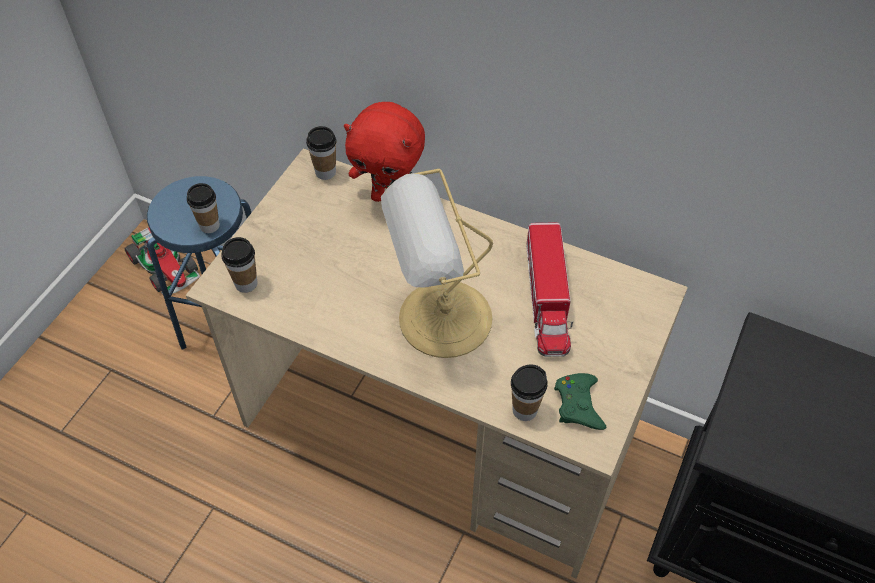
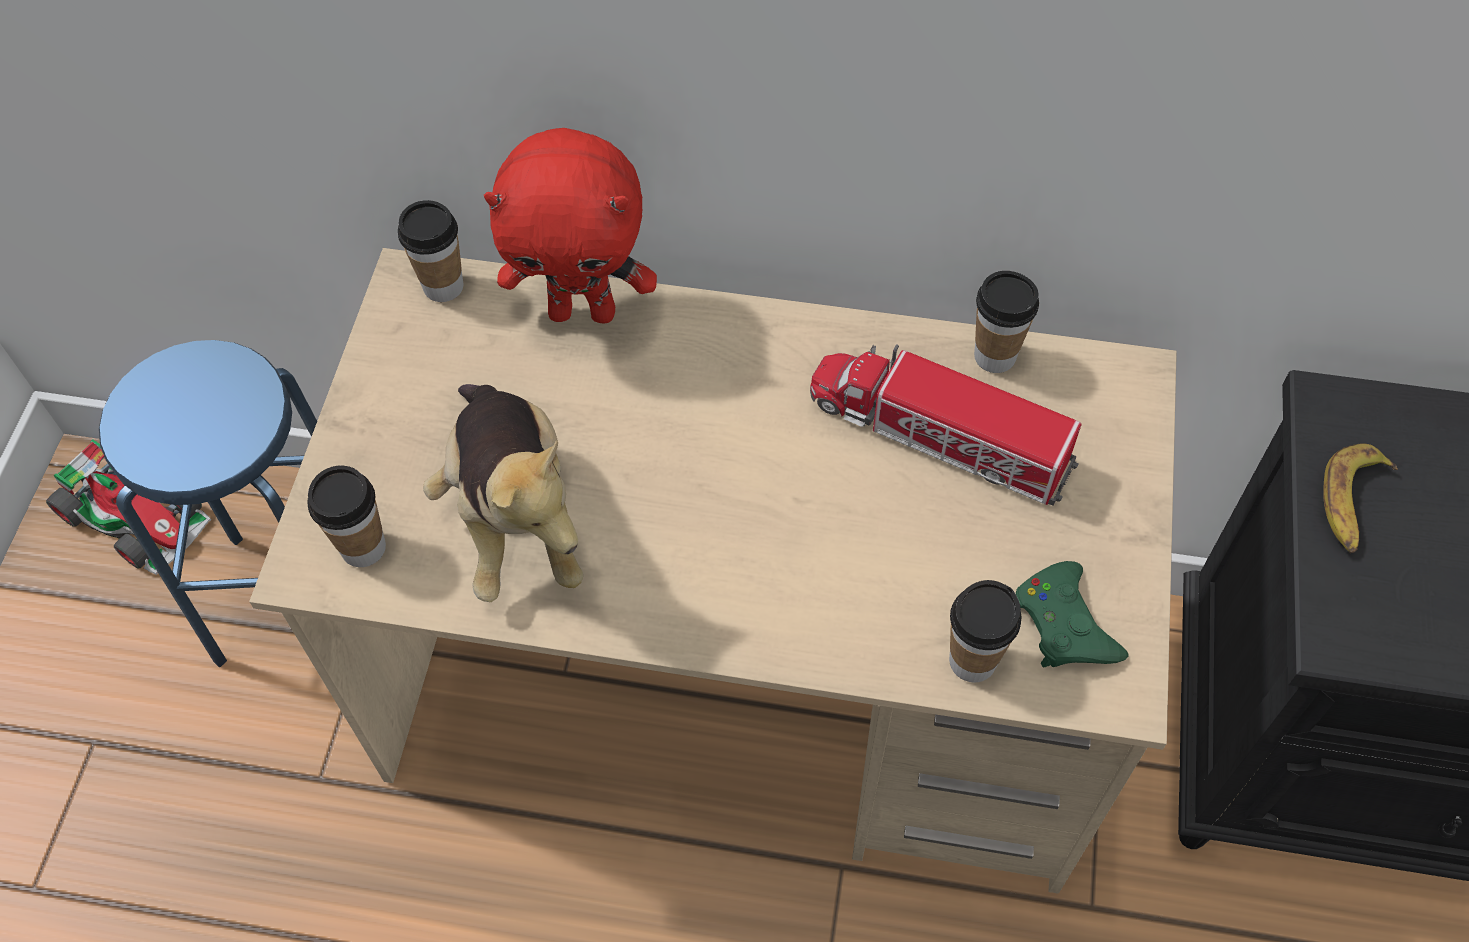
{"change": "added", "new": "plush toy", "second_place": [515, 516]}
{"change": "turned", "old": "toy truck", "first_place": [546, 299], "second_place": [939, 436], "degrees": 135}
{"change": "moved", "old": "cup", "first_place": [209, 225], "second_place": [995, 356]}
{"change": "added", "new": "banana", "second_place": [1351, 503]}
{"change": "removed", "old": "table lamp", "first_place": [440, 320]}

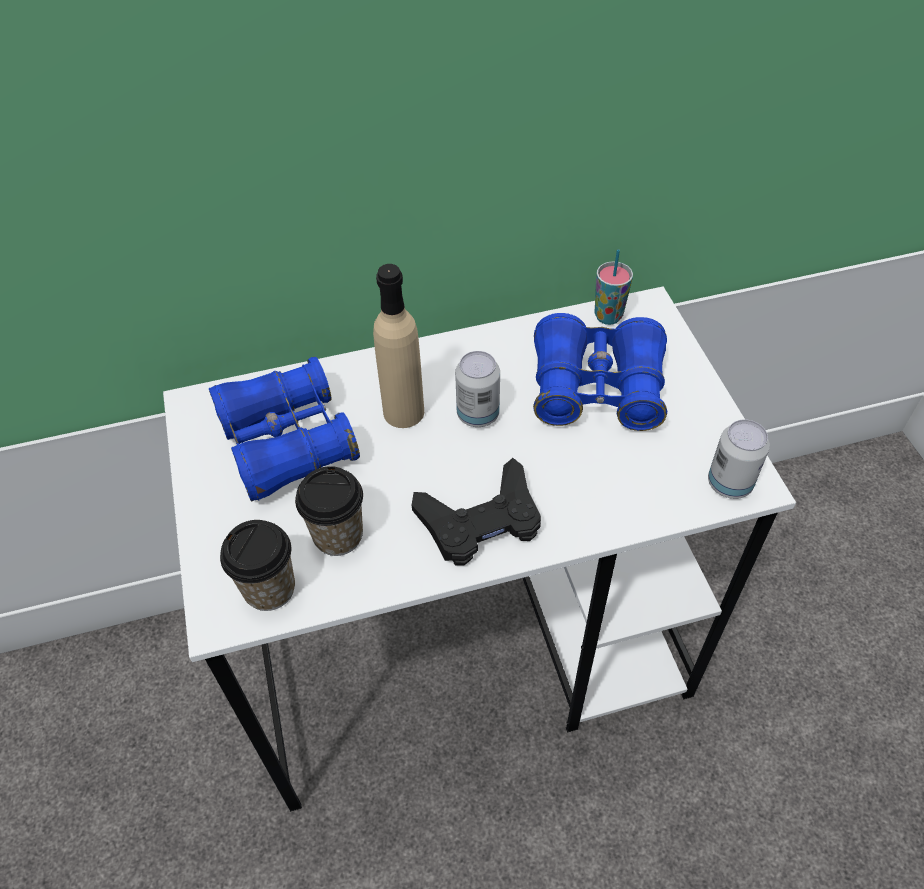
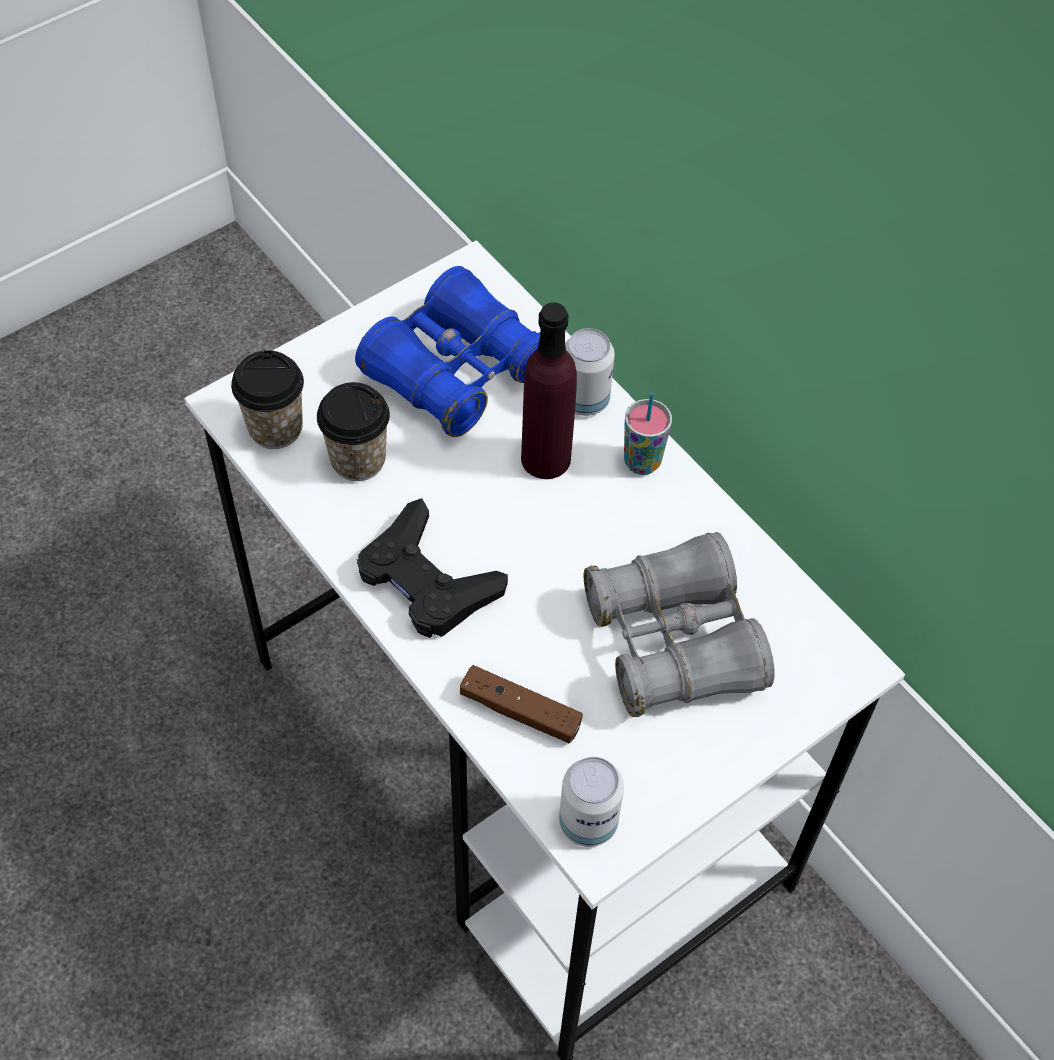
{"change": "added", "new": "game controller (brown)", "second_place": [520, 711]}
{"change": "recoloured", "old": "bottle (beige)", "new": "bottle (purple)", "first_place": [403, 412], "second_place": [546, 458]}
{"change": "moved", "old": "can", "first_place": [478, 414], "second_place": [584, 400]}
{"change": "recoloured", "old": "binoculars (blue)", "new": "binoculars (grey)", "first_place": [597, 389], "second_place": [674, 641]}
{"change": "moved", "old": "cup", "first_place": [608, 316], "second_place": [642, 462]}

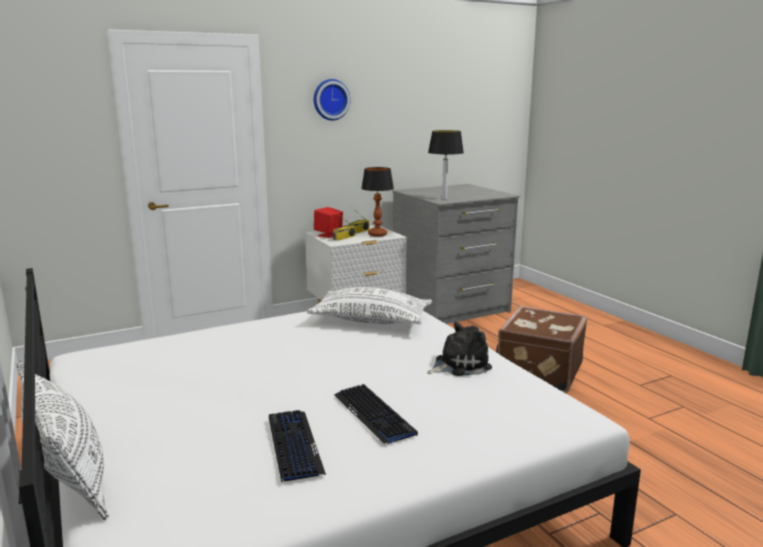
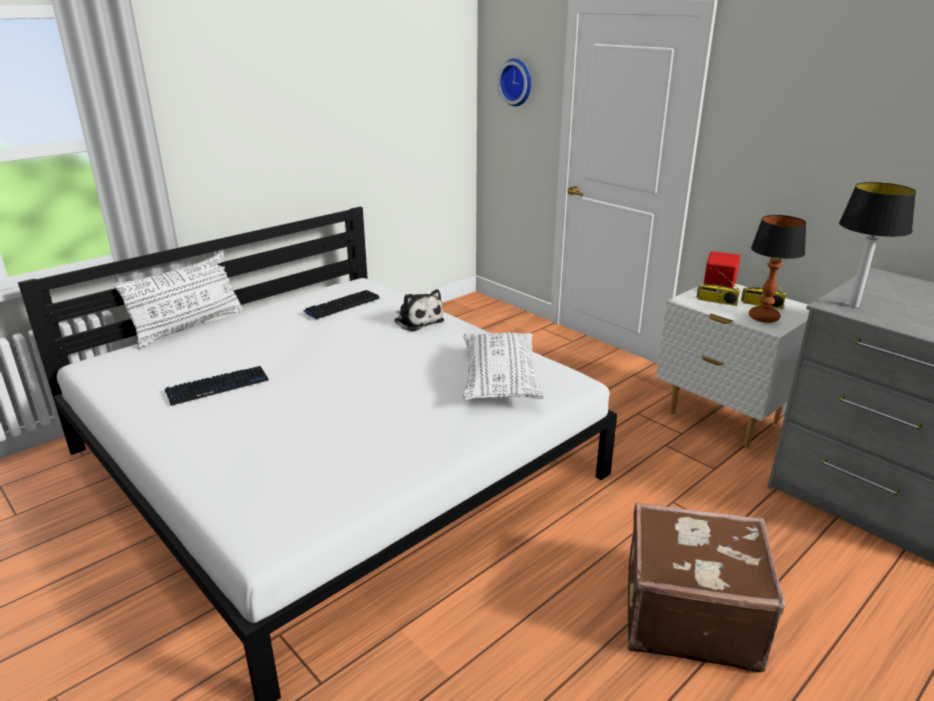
{"change": "moved", "old": "keyboard", "first_place": [374, 414], "second_place": [341, 305]}
{"change": "moved", "old": "plush toy", "first_place": [459, 365], "second_place": [417, 321]}
{"change": "moved", "old": "wall clock", "first_place": [330, 99], "second_place": [517, 82]}

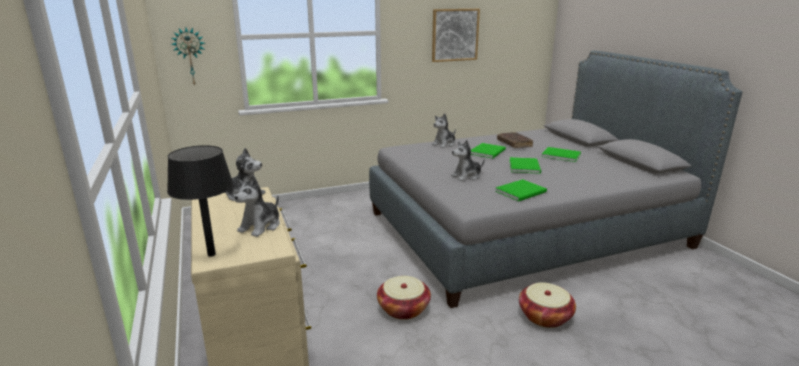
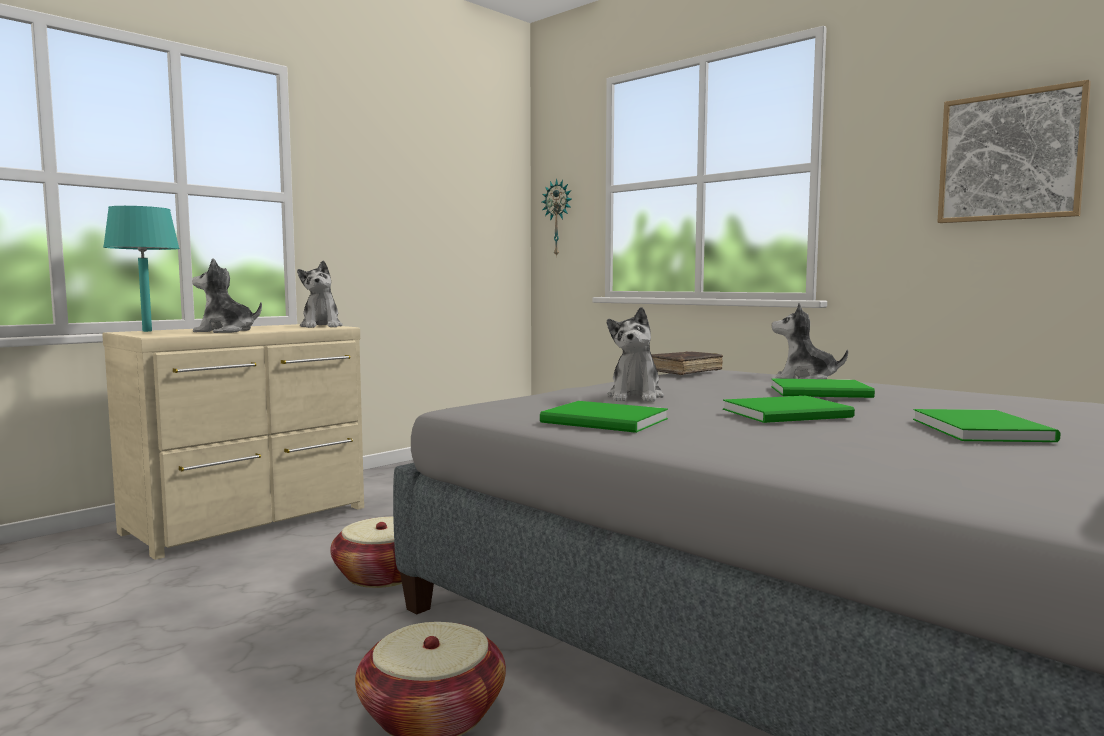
{"change": "recoloured", "old": "table lamp (black)", "new": "table lamp (turquoise)", "first_place": [211, 254], "second_place": [147, 331]}
{"change": "turned", "old": "plush toy", "first_place": [467, 176], "second_place": [636, 397], "degrees": -120}
{"change": "moved", "old": "book (brown)", "first_place": [514, 144], "second_place": [682, 371]}

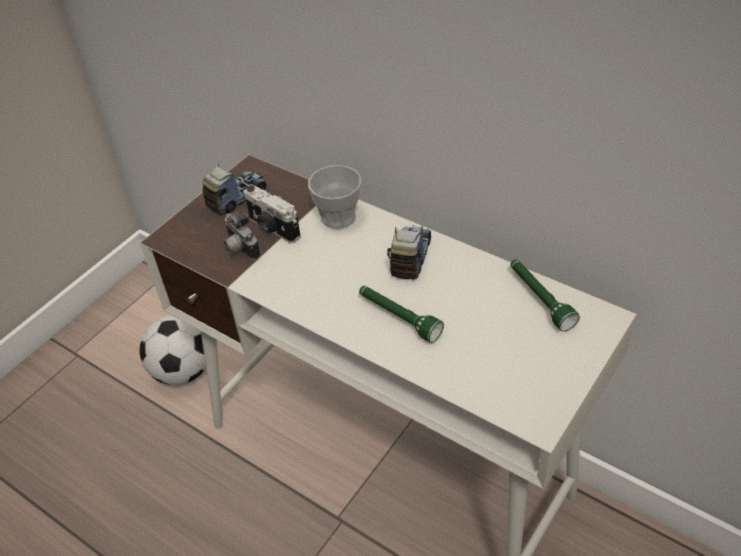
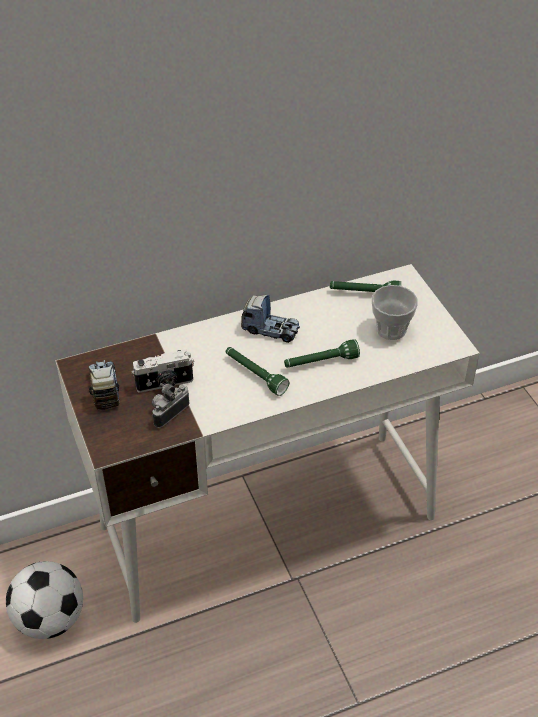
{"change": "turned", "old": "photo camera", "first_place": [240, 249], "second_place": [168, 412], "degrees": 135}
{"change": "added", "new": "flashlight (green)", "second_place": [255, 375]}
{"change": "turned", "old": "toy truck", "first_place": [410, 257], "second_place": [270, 329], "degrees": 150}
{"change": "moved", "old": "cup", "first_place": [338, 217], "second_place": [391, 329]}

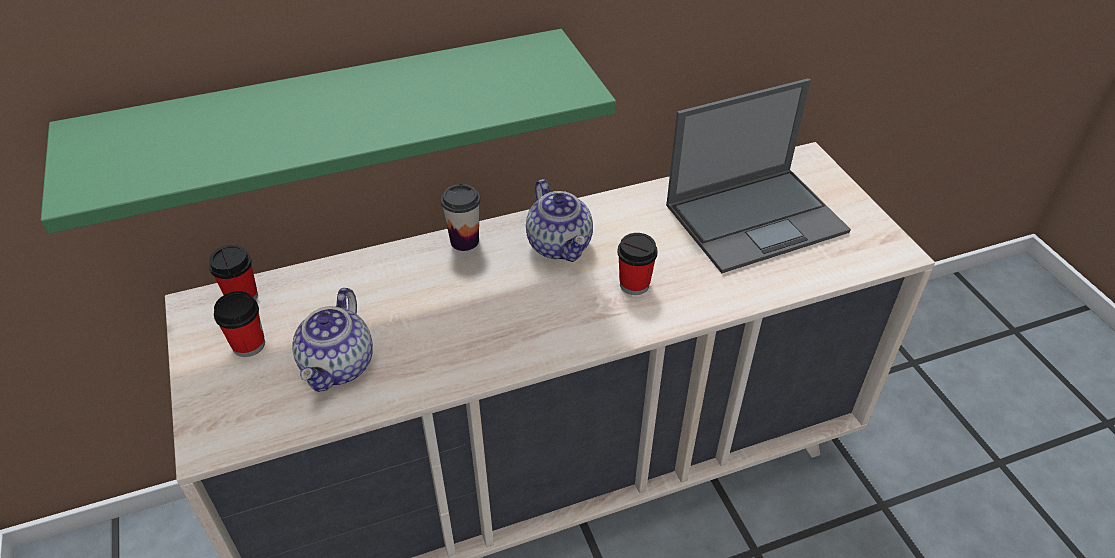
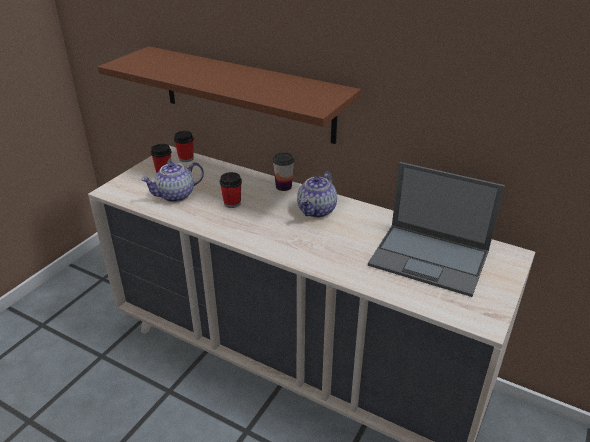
{"change": "recoloured", "old": "shelf (green)", "new": "shelf (brown)", "first_place": [334, 122], "second_place": [246, 94]}
{"change": "moved", "old": "cup", "first_place": [634, 284], "second_place": [232, 203]}

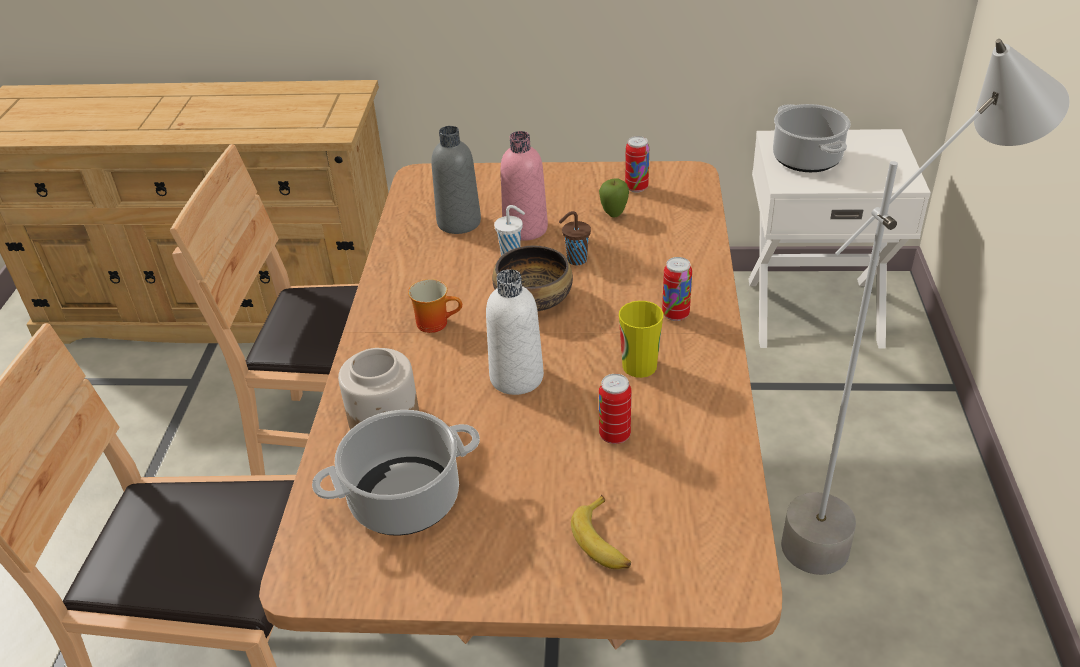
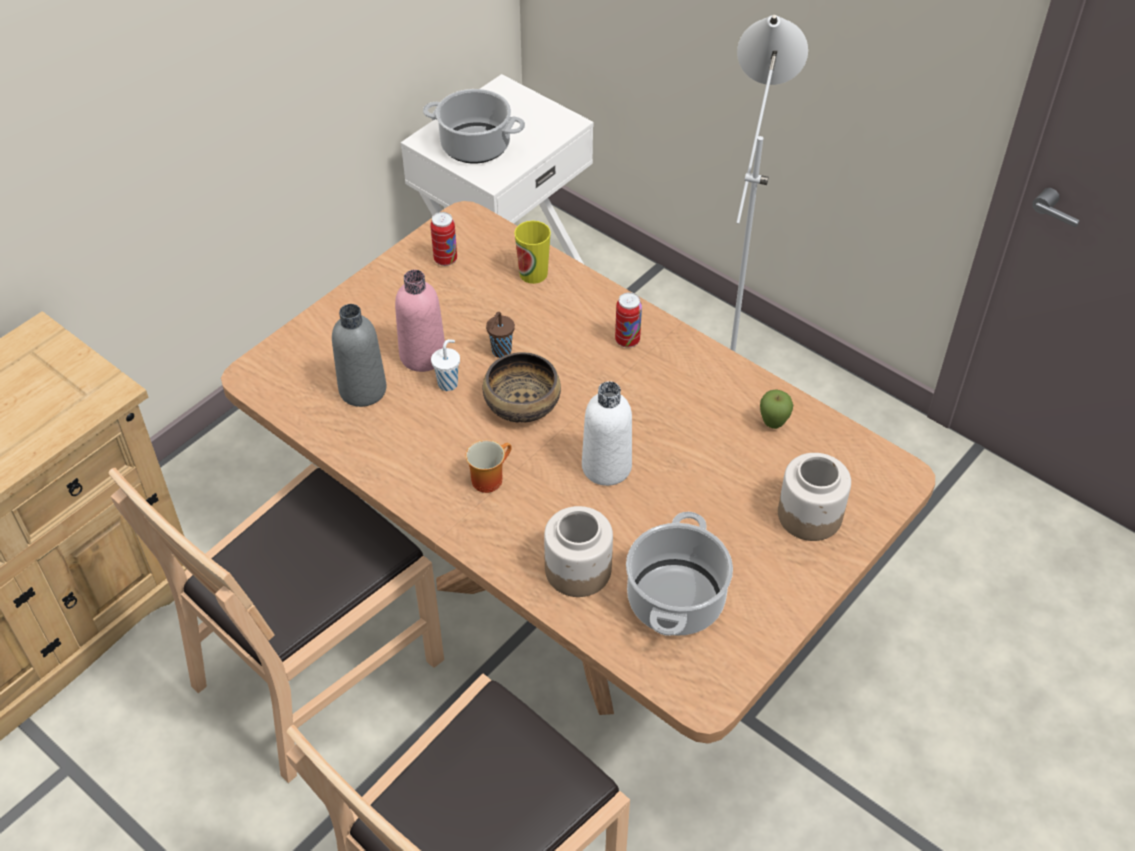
{"change": "moved", "old": "cup", "first_place": [639, 366], "second_place": [533, 273]}
{"change": "moved", "old": "apple", "first_place": [614, 215], "second_place": [773, 425]}
{"change": "replaced", "old": "banana", "new": "jar", "first_place": [604, 541], "second_place": [810, 515]}
{"change": "removed", "old": "can", "first_place": [614, 435]}

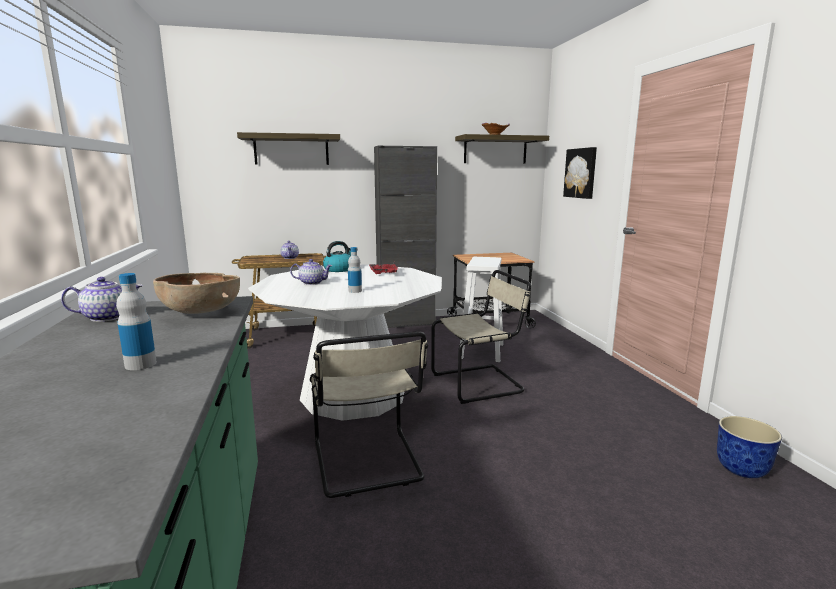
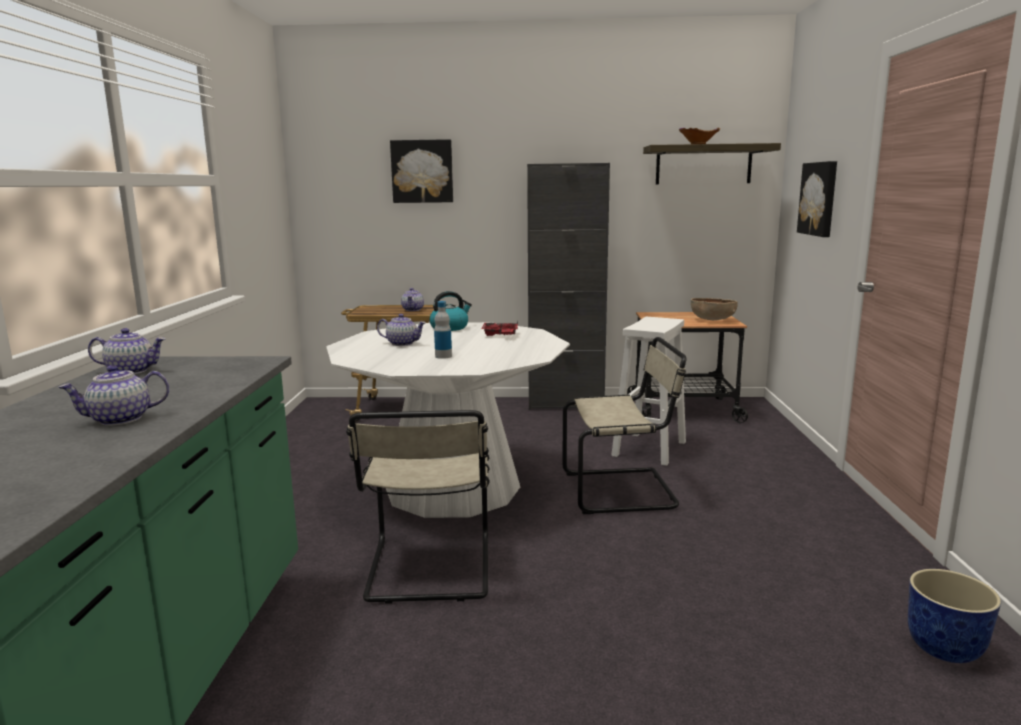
{"change": "replaced", "old": "bottle", "new": "teapot", "first_place": [140, 364], "second_place": [120, 419]}
{"change": "replaced", "old": "shelf", "new": "picture", "first_place": [291, 150], "second_place": [422, 171]}
{"change": "moved", "old": "bowl (brown)", "first_place": [200, 312], "second_place": [712, 320]}

